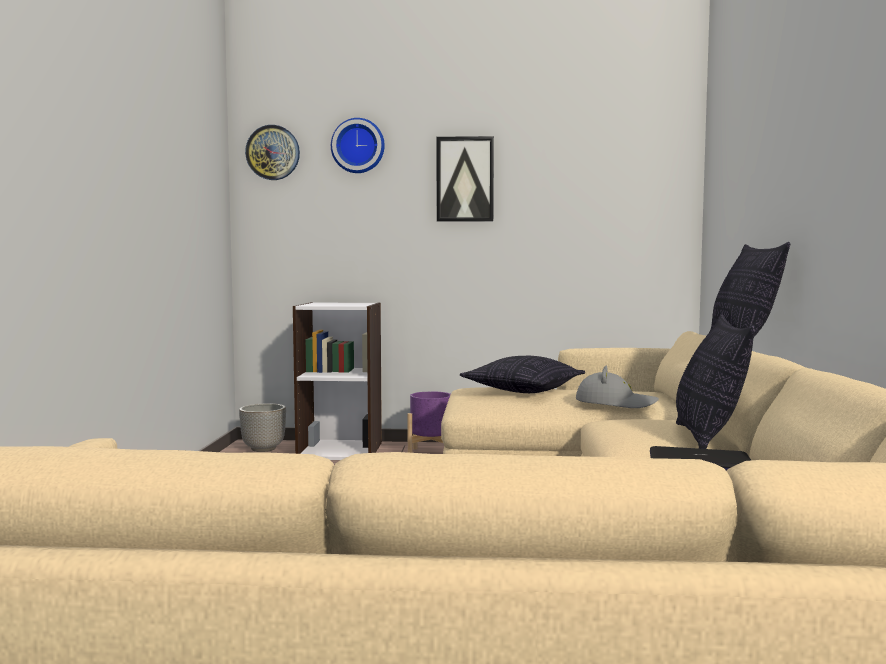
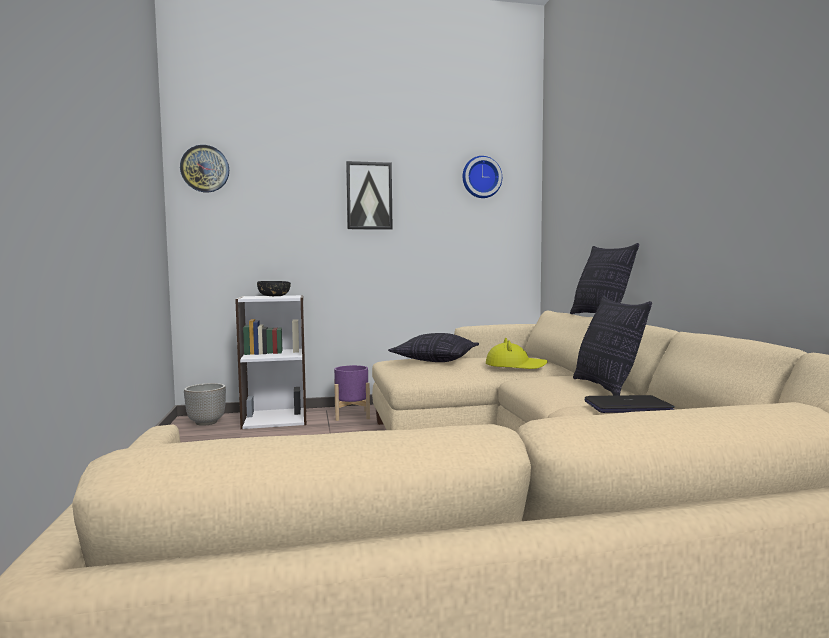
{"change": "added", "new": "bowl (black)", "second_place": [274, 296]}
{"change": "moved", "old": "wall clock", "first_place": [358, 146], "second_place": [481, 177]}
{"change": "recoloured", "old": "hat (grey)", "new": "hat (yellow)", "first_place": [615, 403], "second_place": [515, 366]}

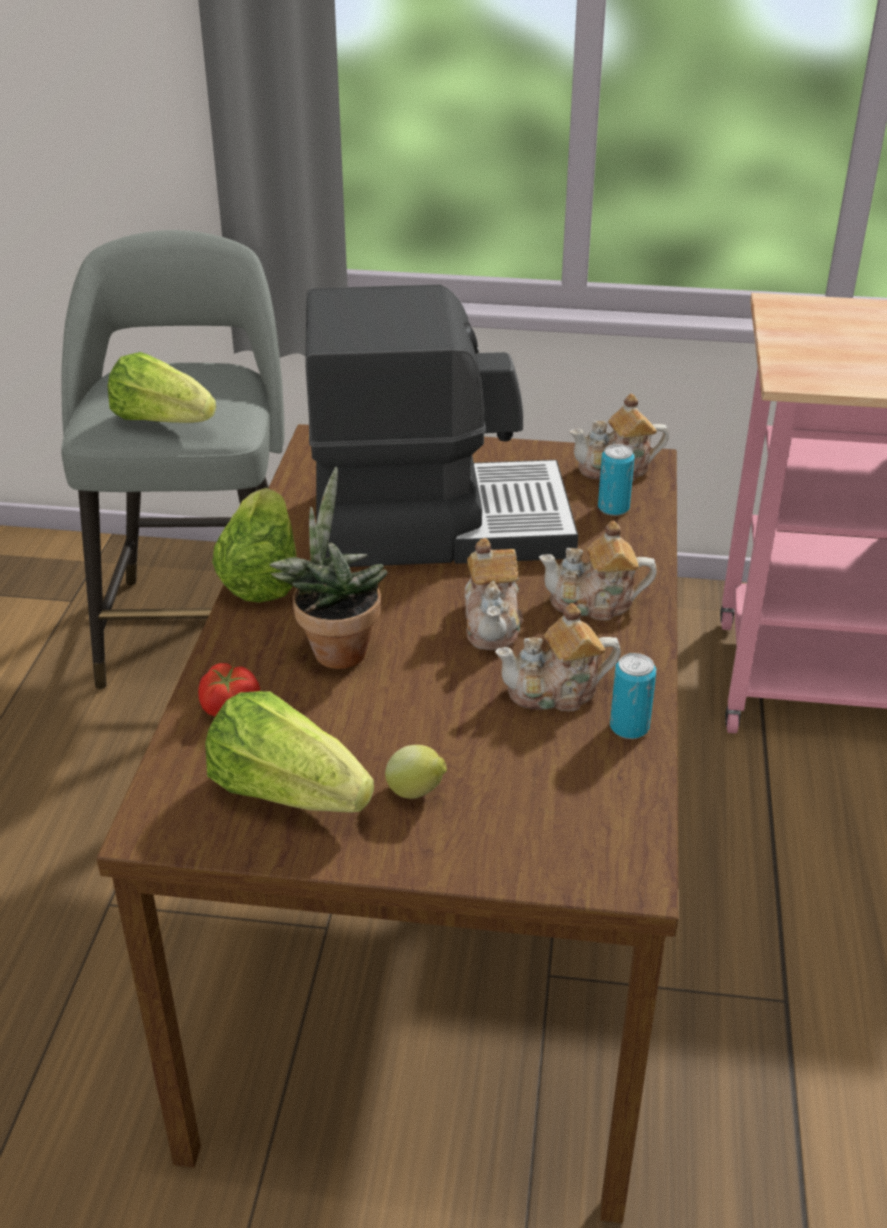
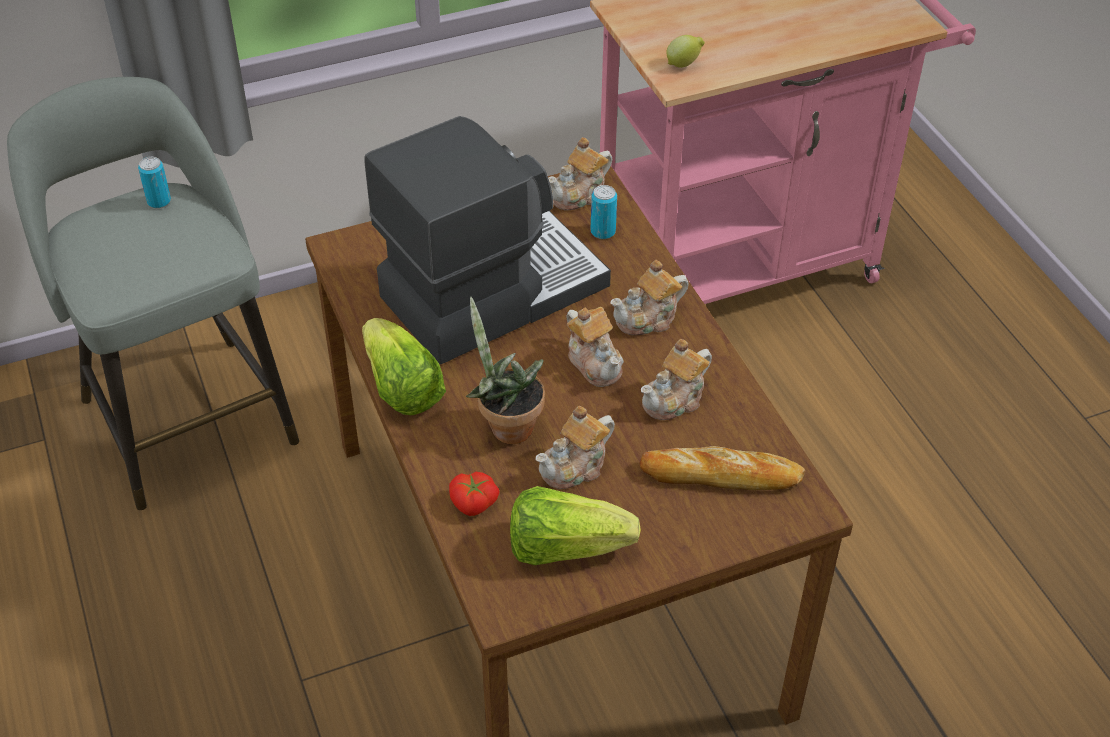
{"change": "moved", "old": "can", "first_place": [629, 727], "second_place": [159, 201]}
{"change": "added", "new": "teapot", "second_place": [575, 467]}
{"change": "added", "new": "bread", "second_place": [721, 475]}
{"change": "moved", "old": "lemon", "first_place": [417, 793], "second_place": [684, 64]}
{"change": "removed", "old": "lettuce", "first_place": [162, 421]}

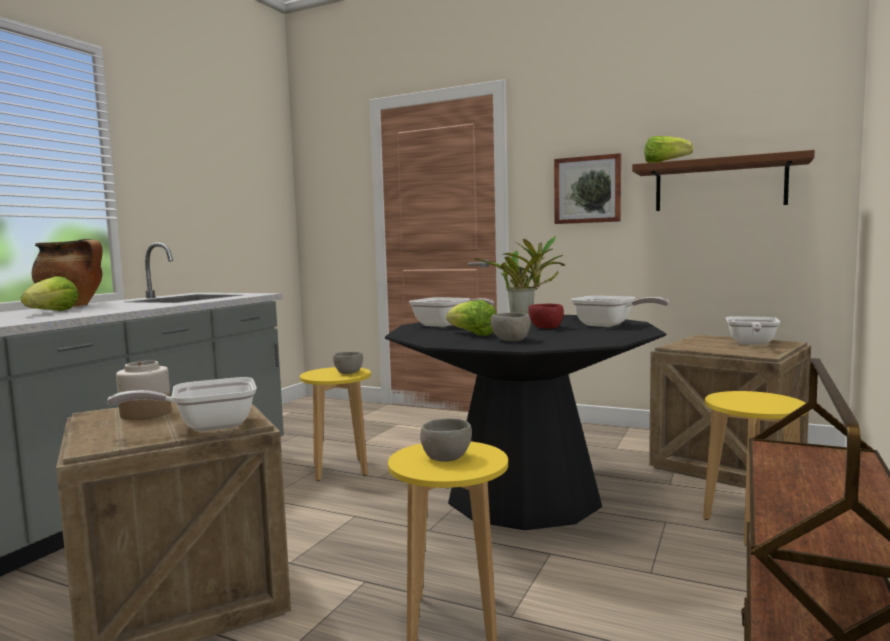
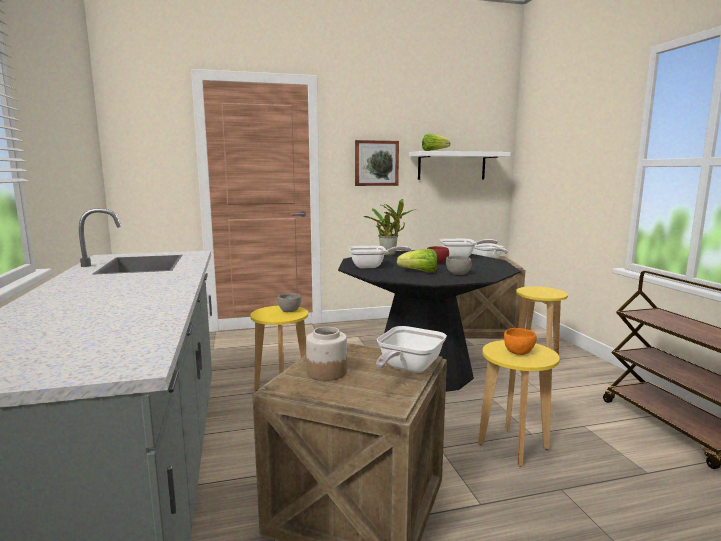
{"change": "recoloured", "old": "shelf (brown)", "new": "shelf (white)", "first_place": [719, 185], "second_place": [451, 166]}
{"change": "recoloured", "old": "bowl (grey)", "new": "bowl (orange)", "first_place": [445, 457], "second_place": [518, 352]}
{"change": "removed", "old": "lettuce", "first_place": [52, 312]}
{"change": "removed", "old": "cooking pot", "first_place": [73, 306]}

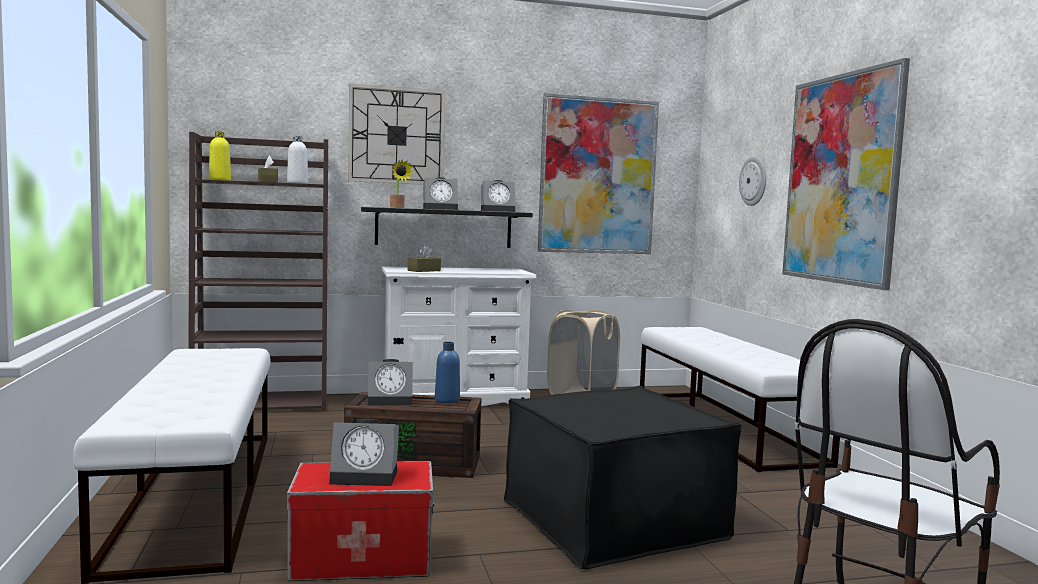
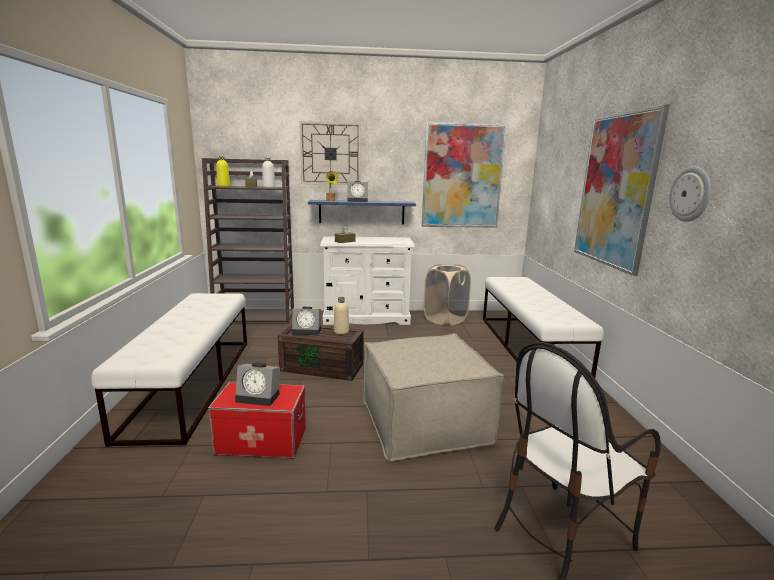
{"change": "recoloured", "old": "shelf (black)", "new": "shelf (blue)", "first_place": [444, 228], "second_place": [361, 212]}
{"change": "recoloured", "old": "bottle (blue)", "new": "bottle (beige)", "first_place": [447, 400], "second_place": [341, 331]}
{"change": "recoloured", "old": "ottoman (black)", "new": "ottoman (beige)", "first_place": [612, 520], "second_place": [424, 421]}
{"change": "moved", "old": "wall clock", "first_place": [754, 181], "second_place": [691, 194]}
{"change": "removed", "old": "alarm clock", "first_place": [498, 211]}

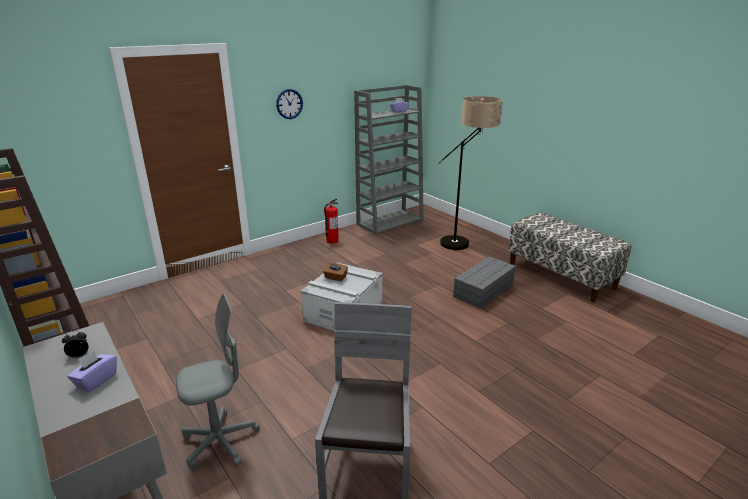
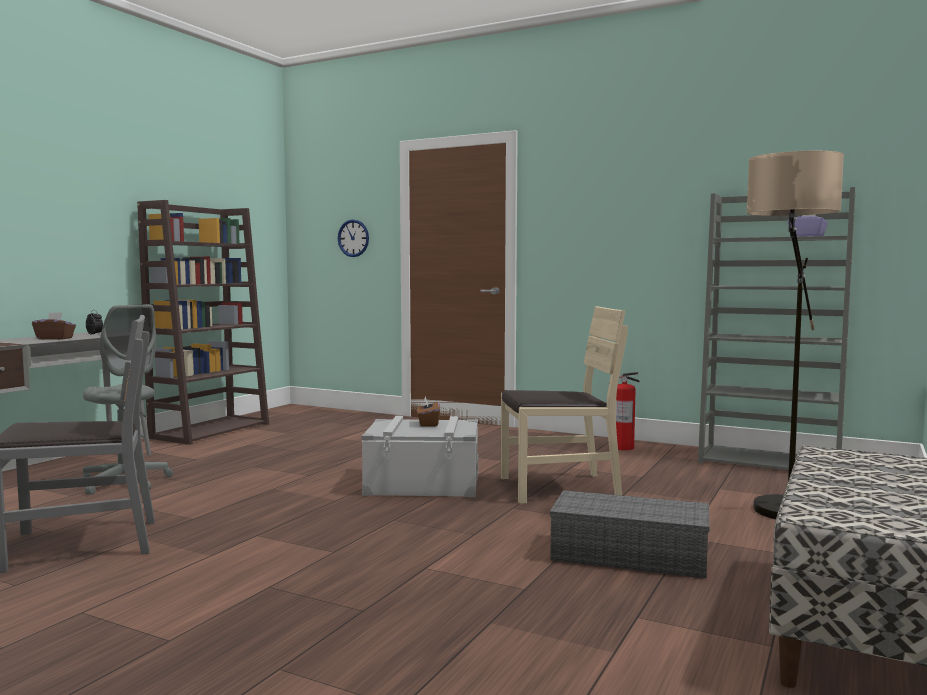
{"change": "recoloured", "old": "tissue box (purple)", "new": "tissue box (brown)", "first_place": [96, 380], "second_place": [55, 338]}
{"change": "moved", "old": "wall clock", "first_place": [289, 104], "second_place": [353, 238]}
{"change": "added", "new": "chair (beige)", "second_place": [558, 487]}

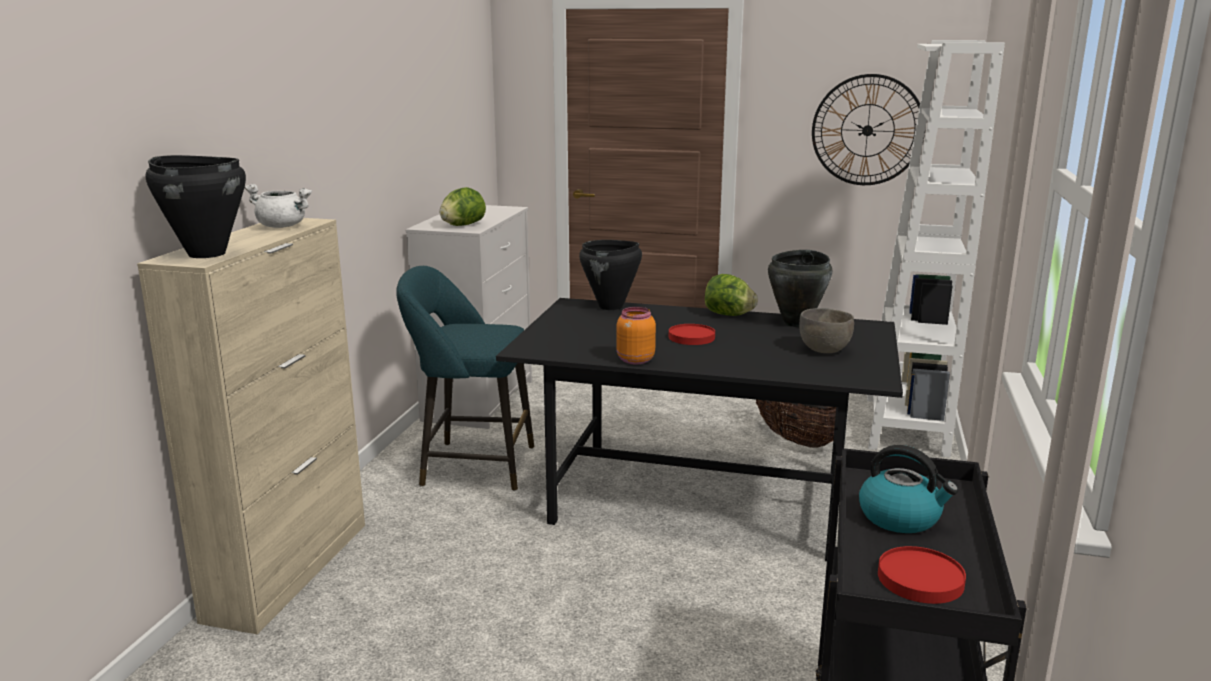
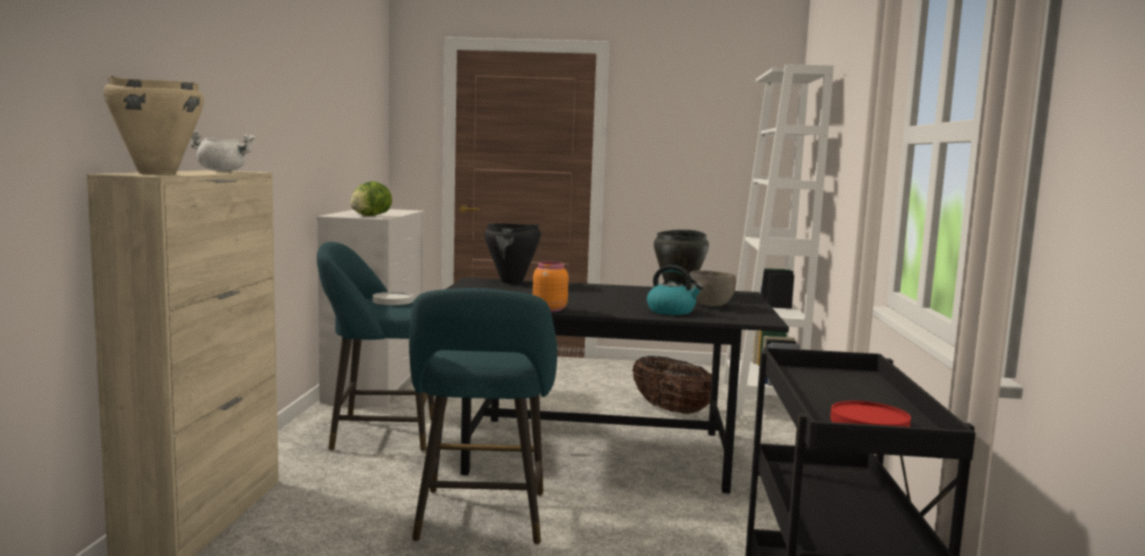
{"change": "recoloured", "old": "cooking pot (black)", "new": "cooking pot (beige)", "first_place": [206, 254], "second_place": [157, 174]}
{"change": "added", "new": "plate (white)", "second_place": [392, 301]}
{"change": "added", "new": "stool (turquoise)", "second_place": [480, 521]}
{"change": "moved", "old": "kettle", "first_place": [901, 517], "second_place": [671, 311]}
{"change": "removed", "old": "plate (red)", "first_place": [691, 337]}
{"change": "removed", "old": "lettuce", "first_place": [728, 315]}
{"change": "removed", "old": "wall clock", "first_place": [867, 130]}

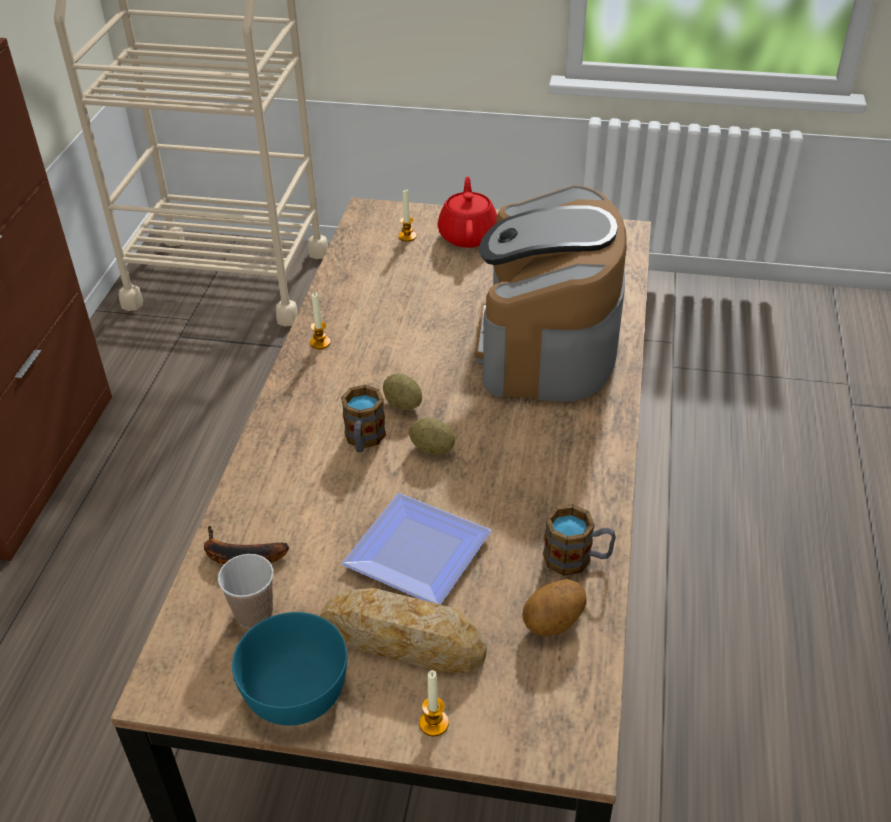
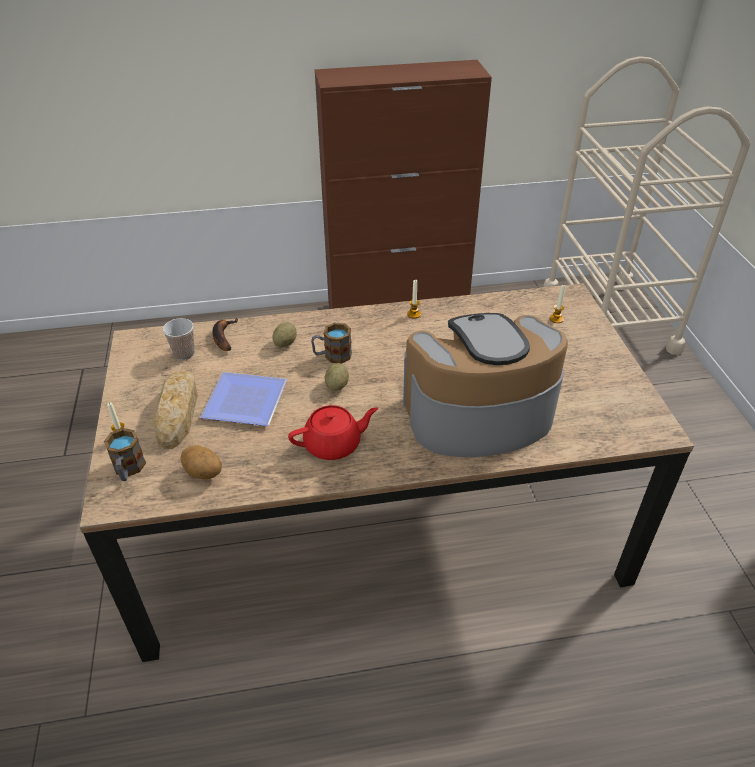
{"change": "moved", "old": "mug", "first_place": [577, 558], "second_place": [128, 470]}
{"change": "moved", "old": "potato", "first_place": [403, 404], "second_place": [285, 343]}
{"change": "moved", "old": "teapot (red)", "first_place": [468, 235], "second_place": [334, 444]}
{"change": "removed", "old": "bowl (turquoise)", "first_place": [297, 689]}

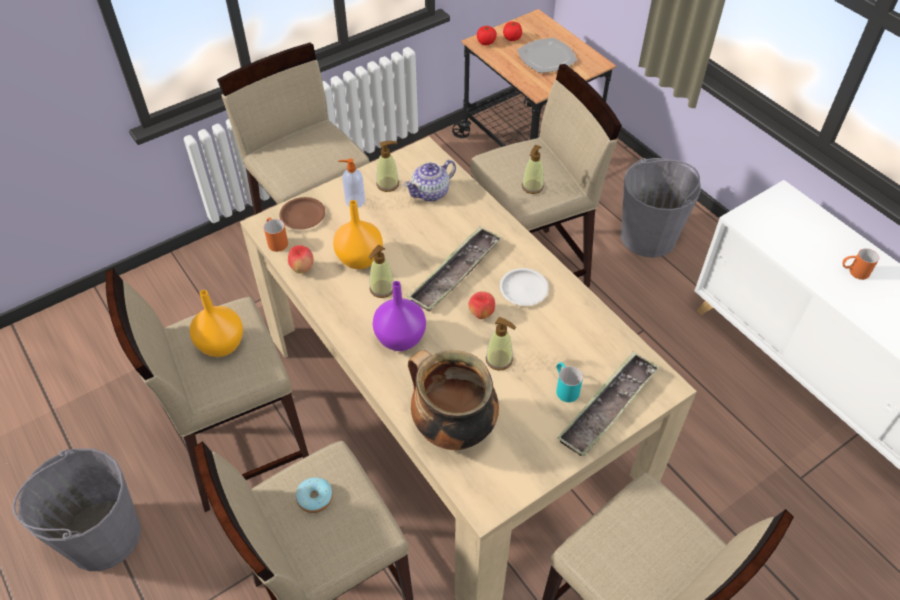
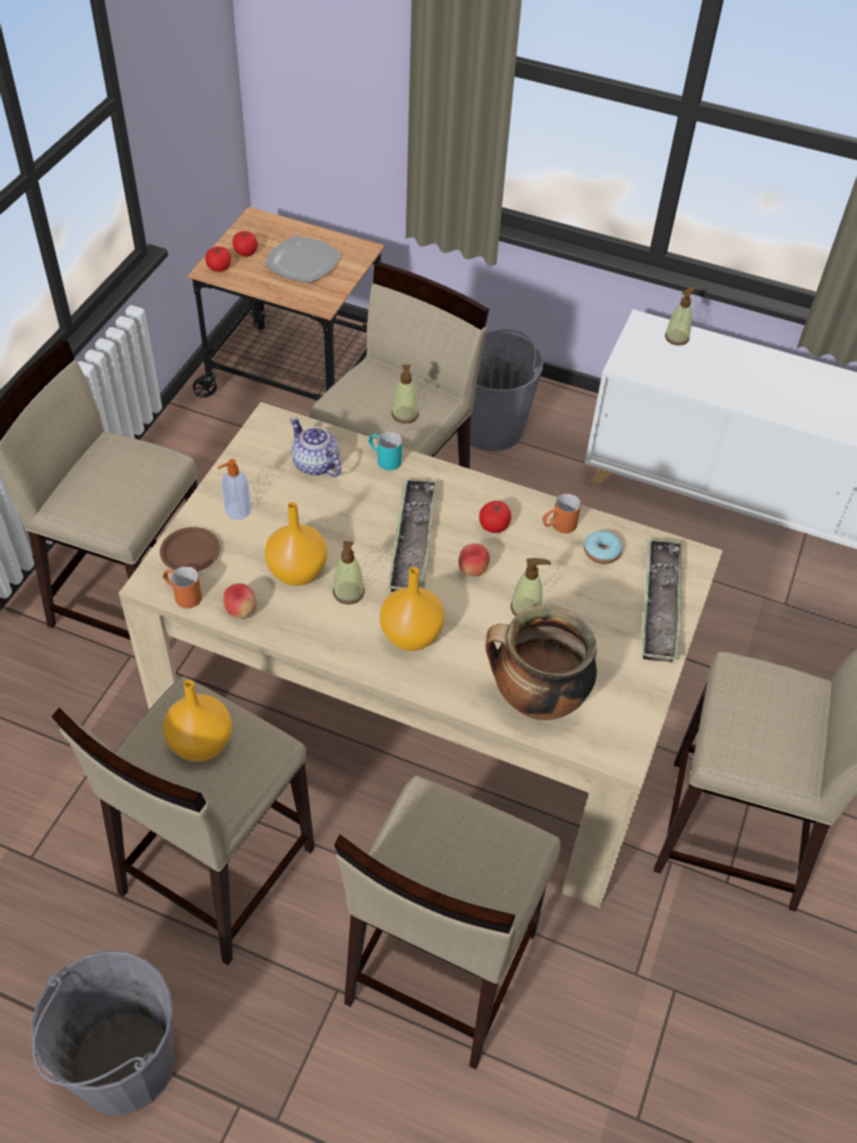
{"change": "turned", "old": "teapot", "first_place": [431, 192], "second_place": [316, 465], "degrees": 120}
{"change": "moved", "old": "mug (turquoise)", "first_place": [565, 387], "second_place": [384, 459]}
{"change": "recoloured", "old": "vase (purple)", "new": "vase (orange)", "first_place": [401, 339], "second_place": [412, 635]}
{"change": "replaced", "old": "plate (white)", "new": "tomato", "first_place": [524, 289], "second_place": [494, 525]}
{"change": "moved", "old": "mug (orange)", "first_place": [853, 272], "second_place": [558, 526]}
{"change": "moved", "old": "donut", "first_place": [315, 498], "second_place": [601, 552]}
{"change": "moved", "old": "soap dispenser", "first_place": [388, 184], "second_place": [677, 338]}

